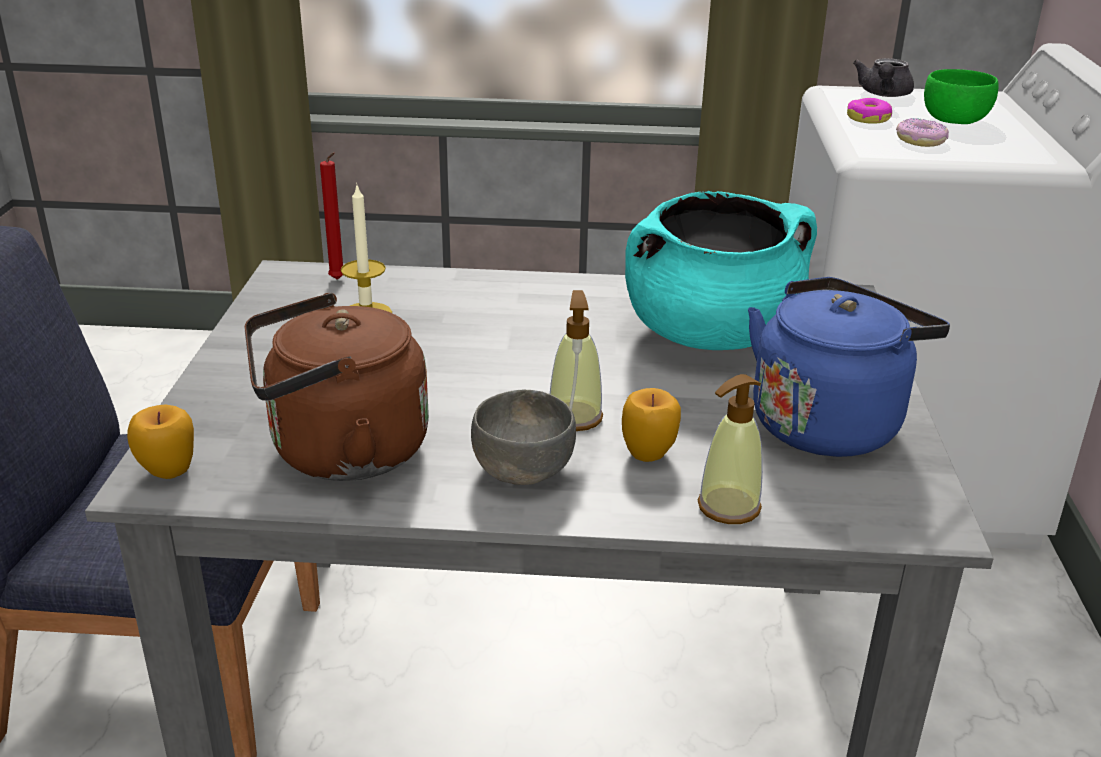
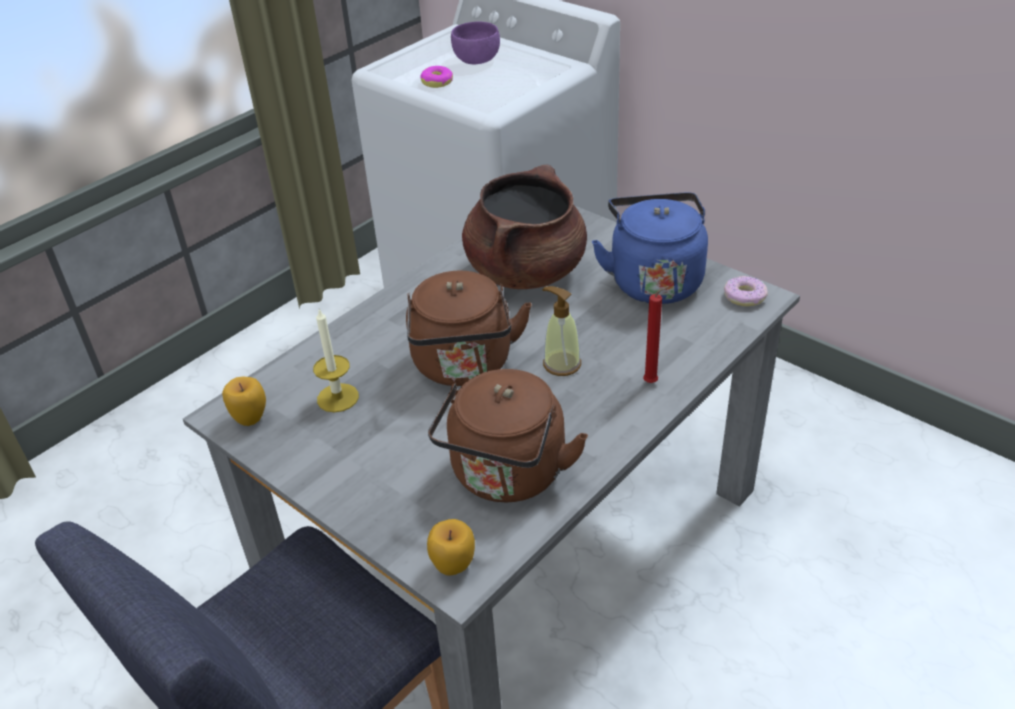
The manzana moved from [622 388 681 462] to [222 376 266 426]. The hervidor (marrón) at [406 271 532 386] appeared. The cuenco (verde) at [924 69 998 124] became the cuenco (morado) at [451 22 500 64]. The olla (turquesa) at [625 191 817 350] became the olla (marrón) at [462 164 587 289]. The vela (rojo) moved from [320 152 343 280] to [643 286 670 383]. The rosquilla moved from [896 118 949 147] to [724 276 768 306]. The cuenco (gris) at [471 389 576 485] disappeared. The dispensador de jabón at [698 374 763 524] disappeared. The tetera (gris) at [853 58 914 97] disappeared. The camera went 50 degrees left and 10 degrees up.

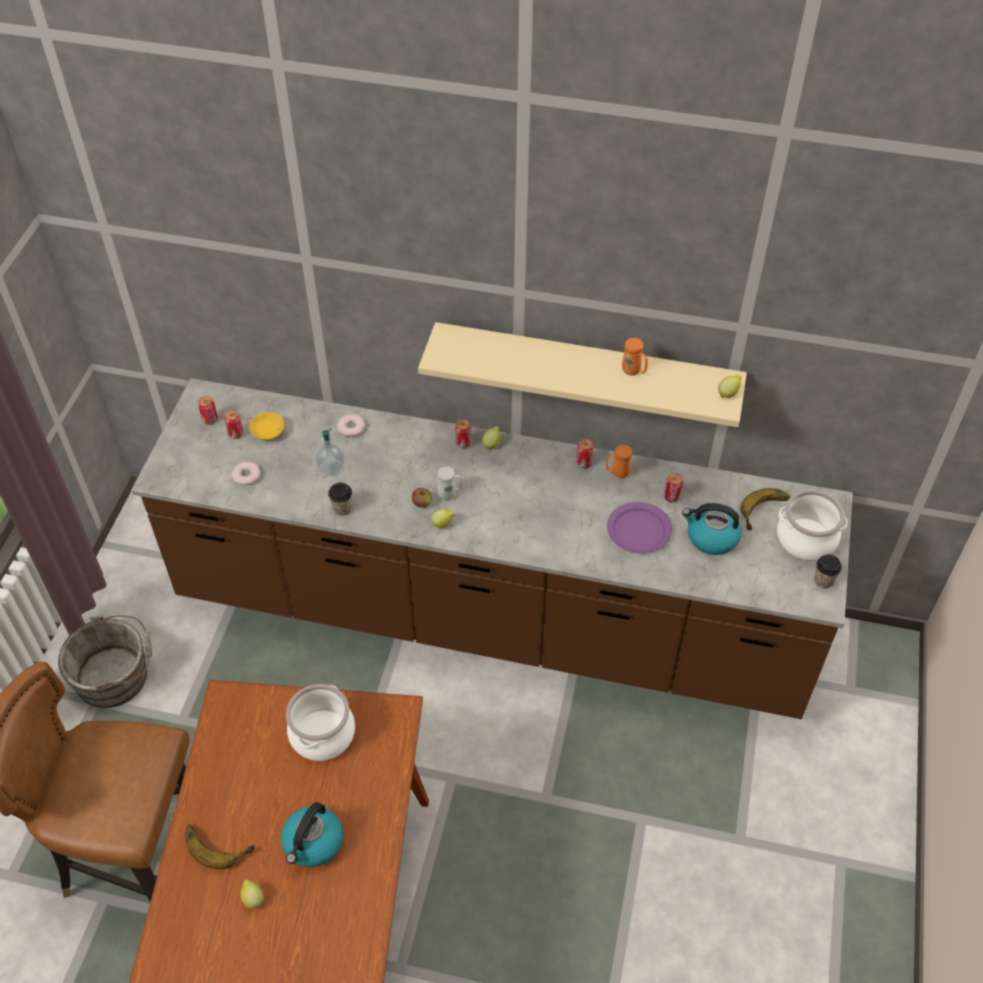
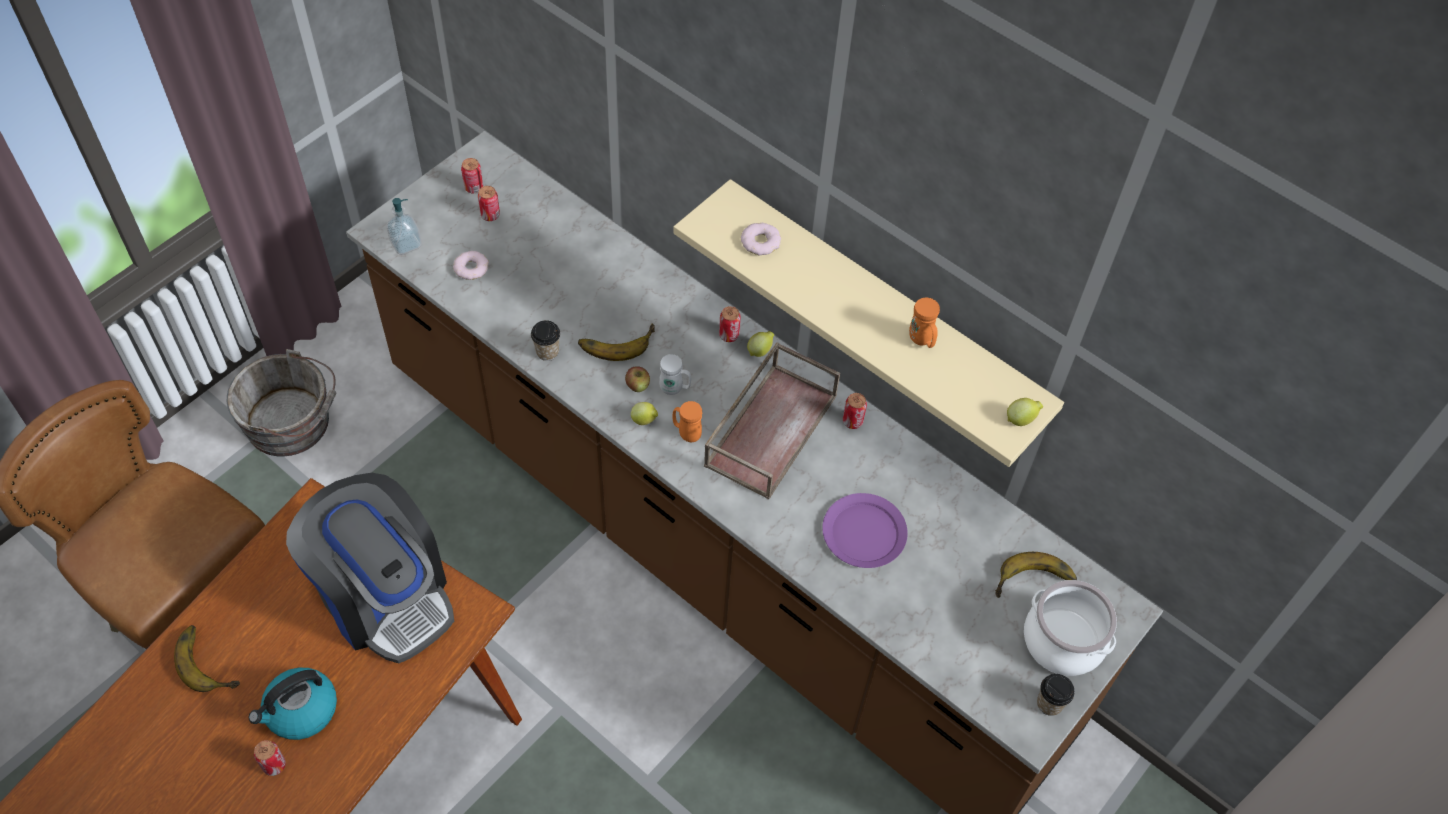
The lata moved from [664 473 683 503] to [254 740 286 776]. The olla at [286 684 355 761] was replaced by the cafetera at [286 473 454 663]. The dispensador de jabón moved from [315 428 345 476] to [386 198 422 255]. The plátano at [578 324 655 361] appeared. The taza grande (naranja) moved from [606 445 632 478] to [673 401 702 442]. The bandeja (marrón) at [704 342 840 500] appeared. The rosquilla moved from [337 414 365 437] to [741 223 781 255]. The limón at [240 879 264 909] disappeared. The cuenco (amarillo) at [249 412 284 440] disappeared. The hervidor at [682 503 742 555] disappeared. The camera went 25 degrees right and 5 degrees up.

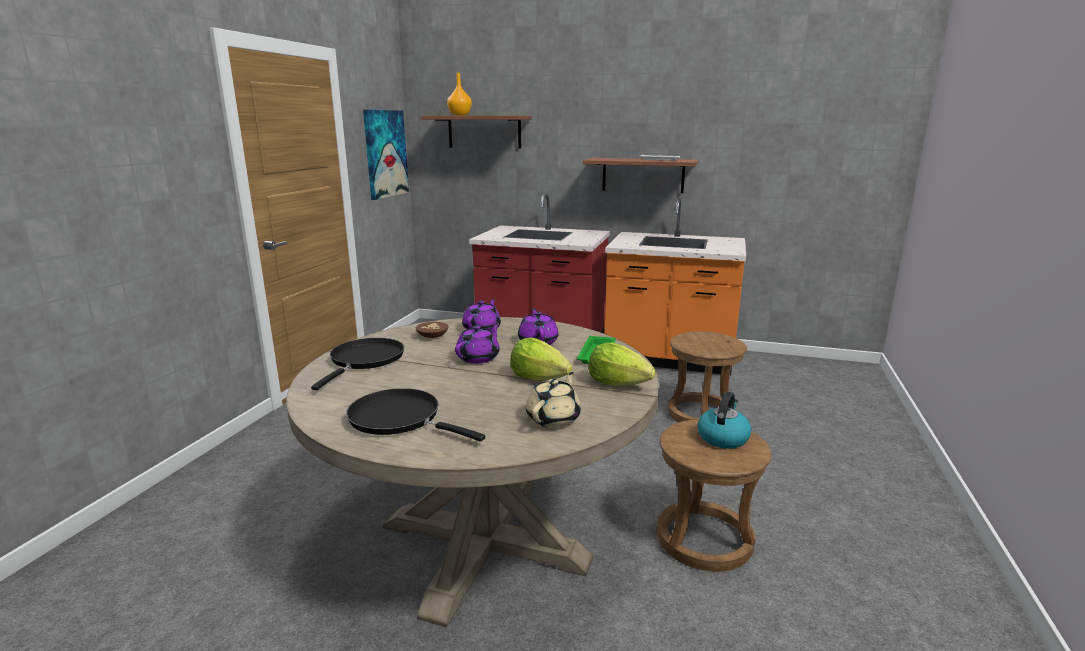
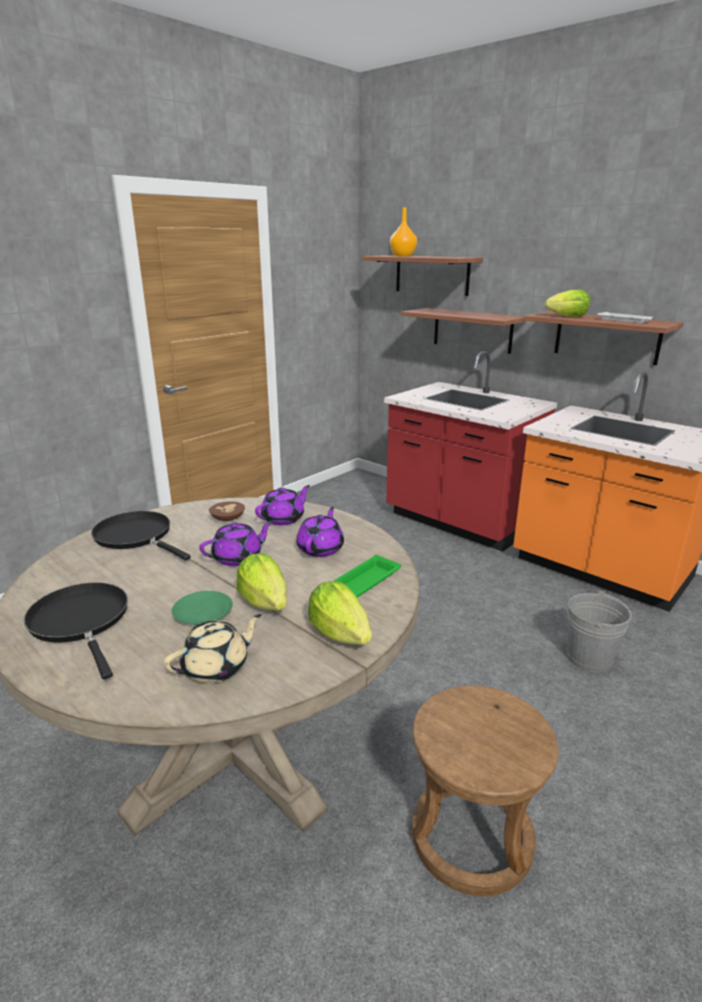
The sartén (negro) at [311 338 404 390] turned 90 degrees counterclockwise. The plato (verde) at [171 591 233 625] appeared. The estante at [401 308 526 354] appeared. The lechuga at [545 289 590 317] appeared. The taburete (marrón) at [668 331 747 423] was replaced by the cubo (gris) at [567 590 632 673]. The cuadro at [363 110 409 200] disappeared. The hervidor at [697 392 752 449] disappeared. The camera went 25 degrees right and 5 degrees up.

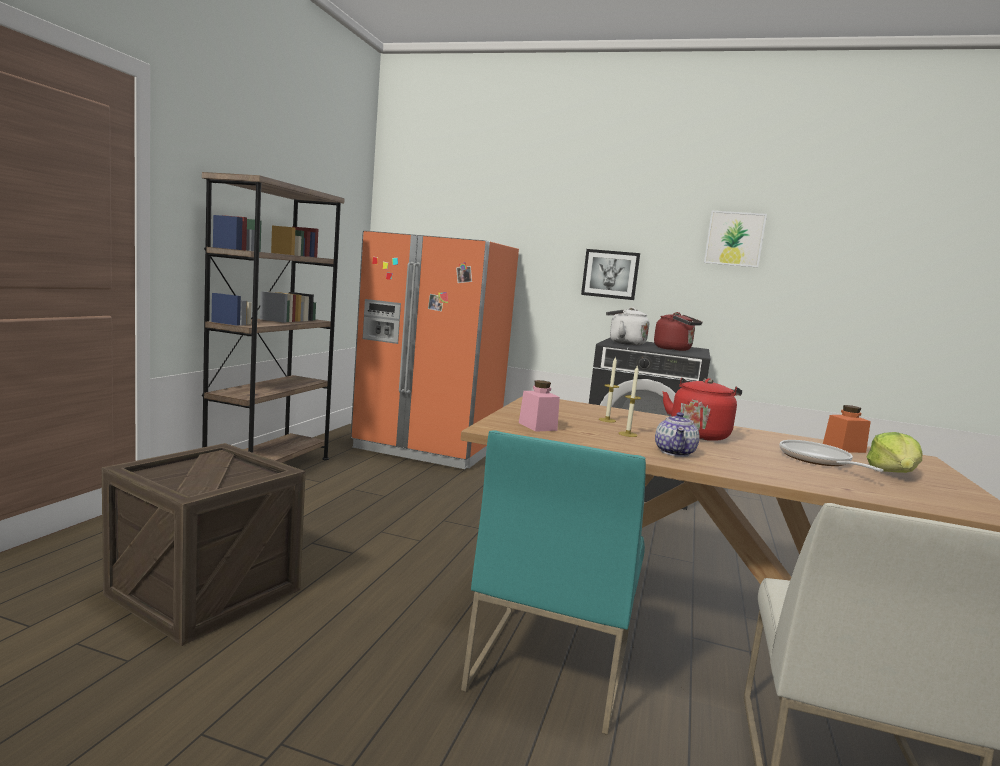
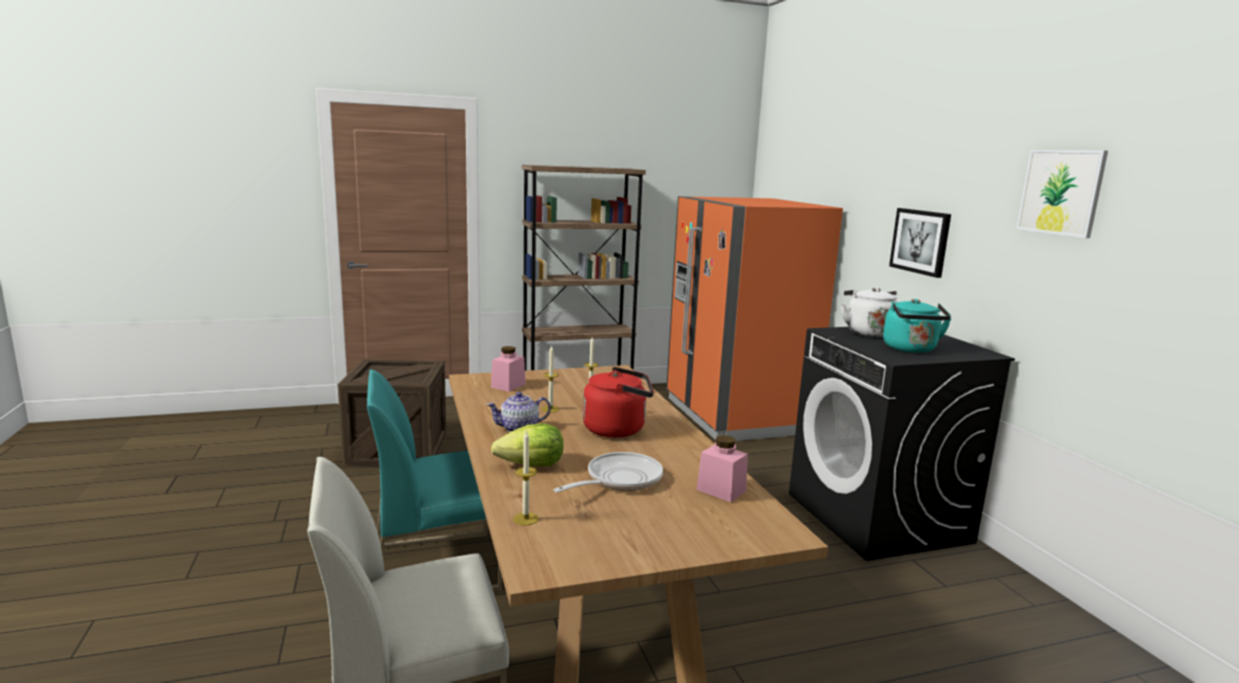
The lechuga moved from [867 432 922 473] to [491 423 564 466]. The vela at [513 430 538 526] appeared. The tarro (naranja) at [823 405 871 453] became the tarro (rosa) at [697 435 748 502]. The hervidor (rojo) at [654 312 703 351] became the hervidor (turquesa) at [883 299 951 353]. The camera went 55 degrees right and 5 degrees up.

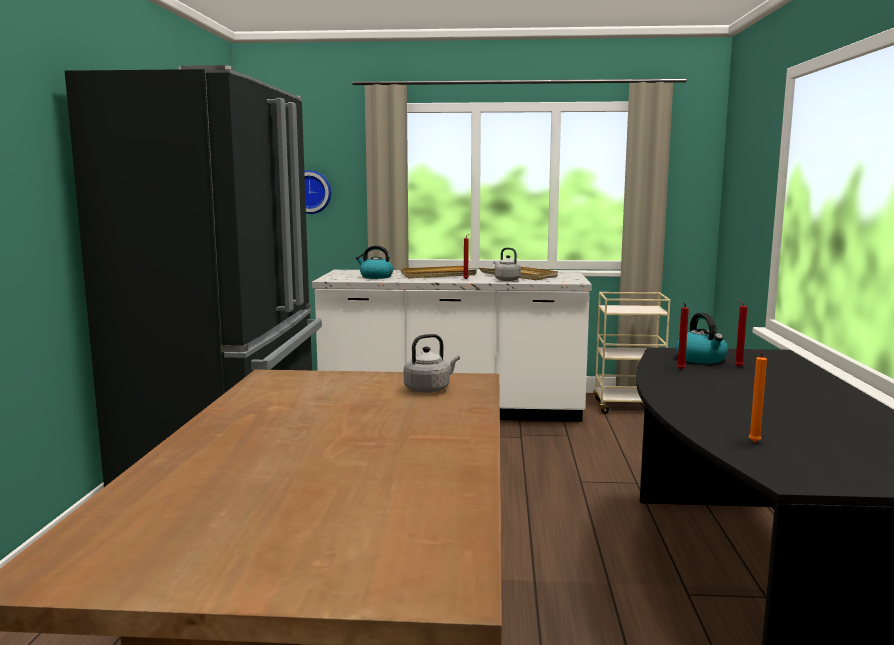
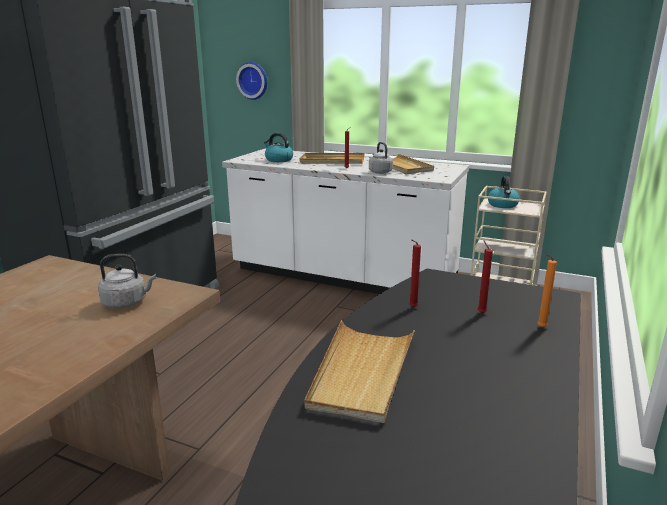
The bandeja (beis) at [305 320 415 423] appeared. The hervidor moved from [676 313 728 364] to [488 176 520 208]. The vela (naranja) moved from [749 350 767 443] to [537 254 557 327]. The camera went 20 degrees right and 10 degrees up.

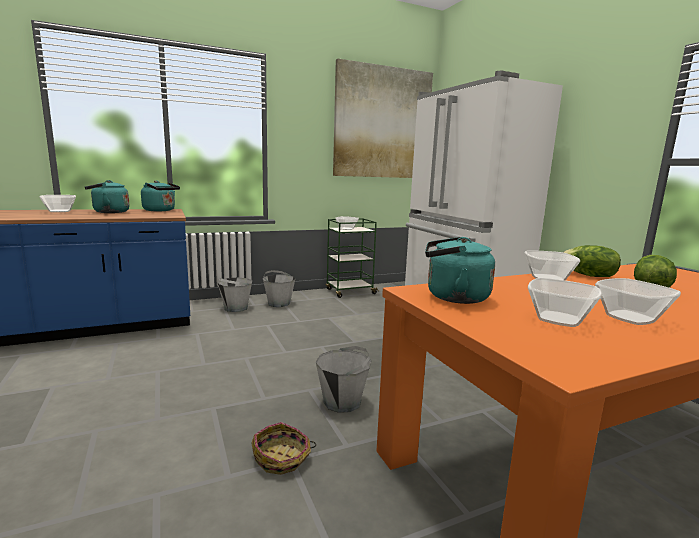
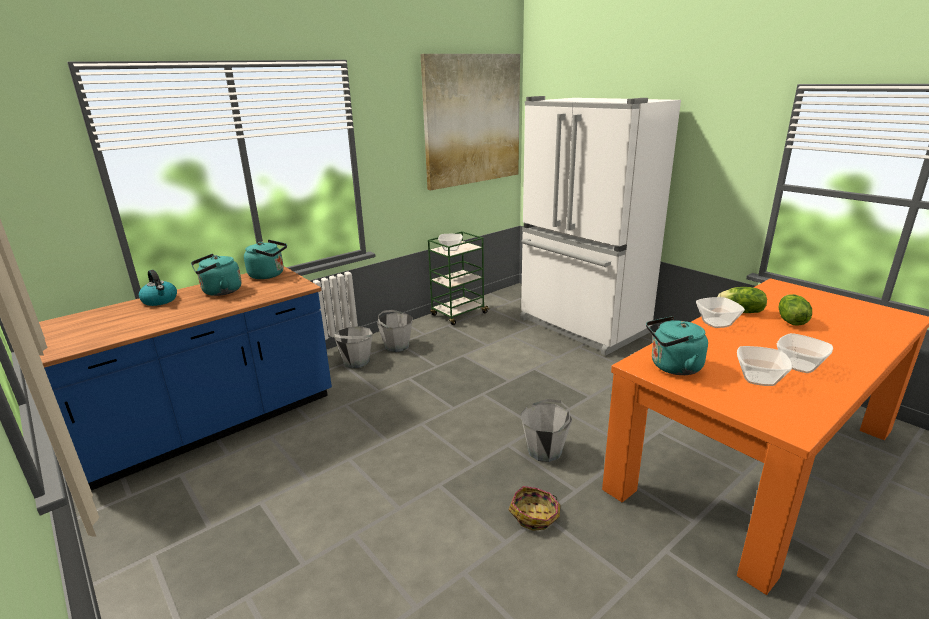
The cuenco at [39 195 76 212] was replaced by the hervidor at [139 270 177 306]. The camera went 15 degrees left and 10 degrees up.

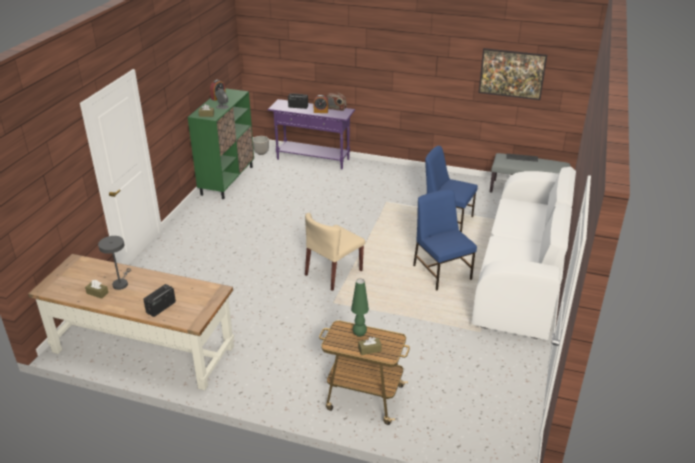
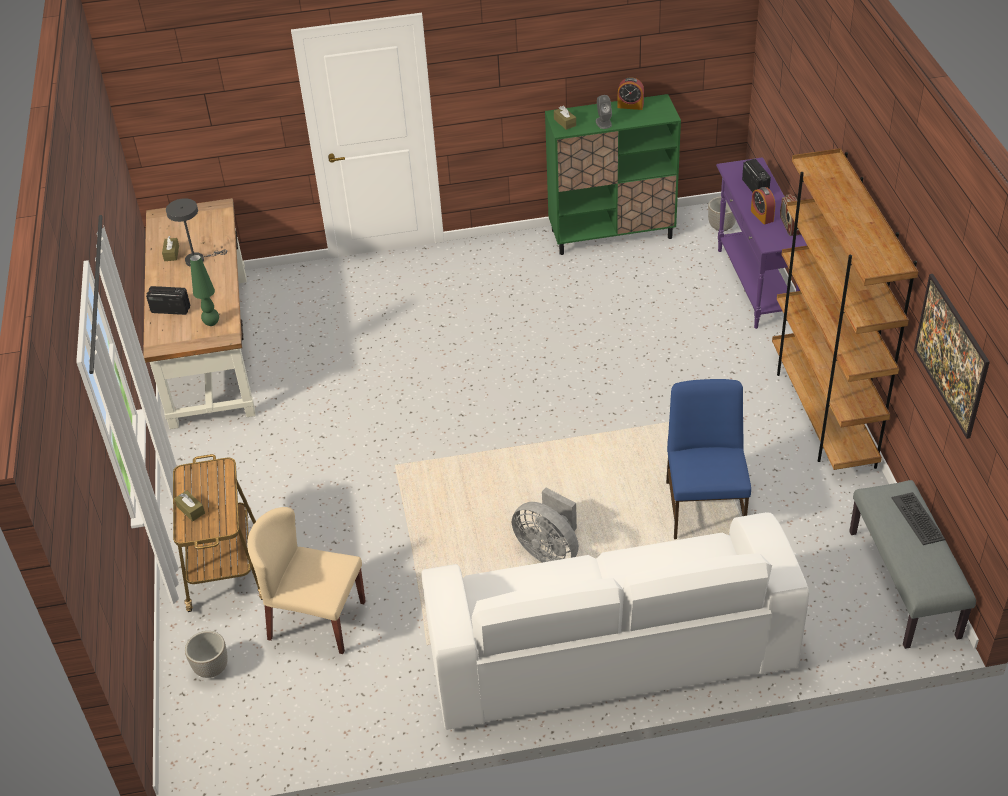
The maceta at [185 631 228 678] appeared. The lámpara de mesa (verde) moved from [351 279 369 337] to [190 254 219 326]. The silla (beis) moved from [305 213 365 291] to [247 507 366 654]. The silla (azul) at [413 189 477 291] was replaced by the ventilador (gris) at [512 488 579 563]. The estantería (marrón) at [772 148 918 470] appeared. The camera went 65 degrees right and 10 degrees up.

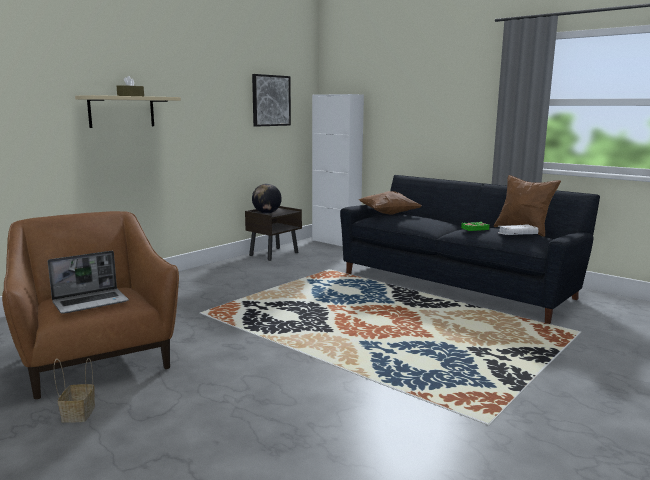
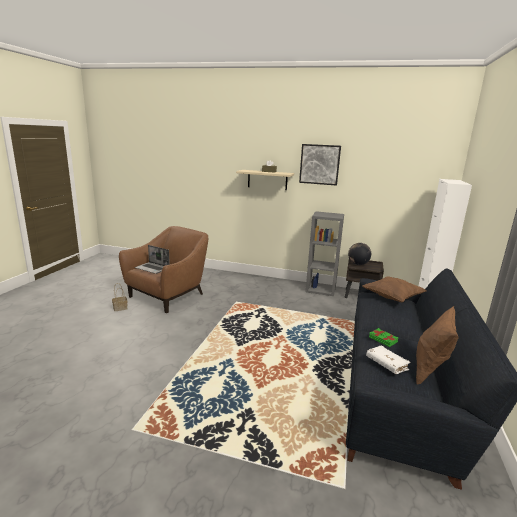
The cuadro moved from [252 74 291 127] to [299 144 341 186]. The estantería (gris) at [306 211 344 296] appeared. The camera went 65 degrees right and 5 degrees up.

